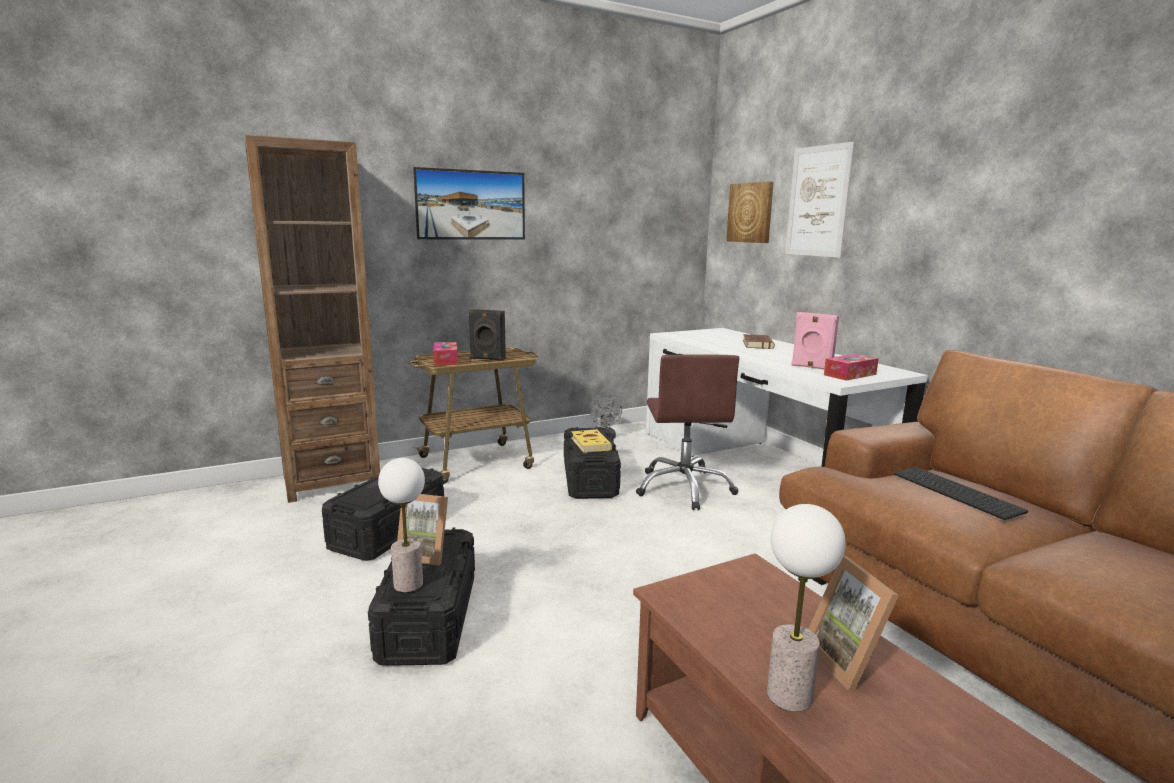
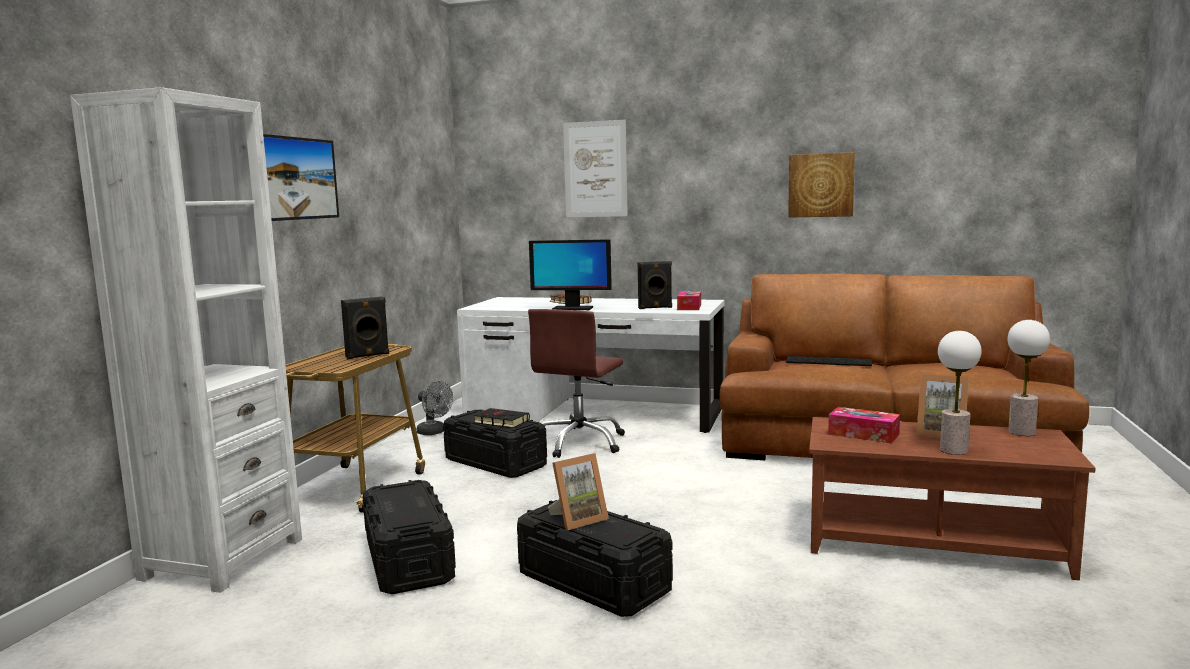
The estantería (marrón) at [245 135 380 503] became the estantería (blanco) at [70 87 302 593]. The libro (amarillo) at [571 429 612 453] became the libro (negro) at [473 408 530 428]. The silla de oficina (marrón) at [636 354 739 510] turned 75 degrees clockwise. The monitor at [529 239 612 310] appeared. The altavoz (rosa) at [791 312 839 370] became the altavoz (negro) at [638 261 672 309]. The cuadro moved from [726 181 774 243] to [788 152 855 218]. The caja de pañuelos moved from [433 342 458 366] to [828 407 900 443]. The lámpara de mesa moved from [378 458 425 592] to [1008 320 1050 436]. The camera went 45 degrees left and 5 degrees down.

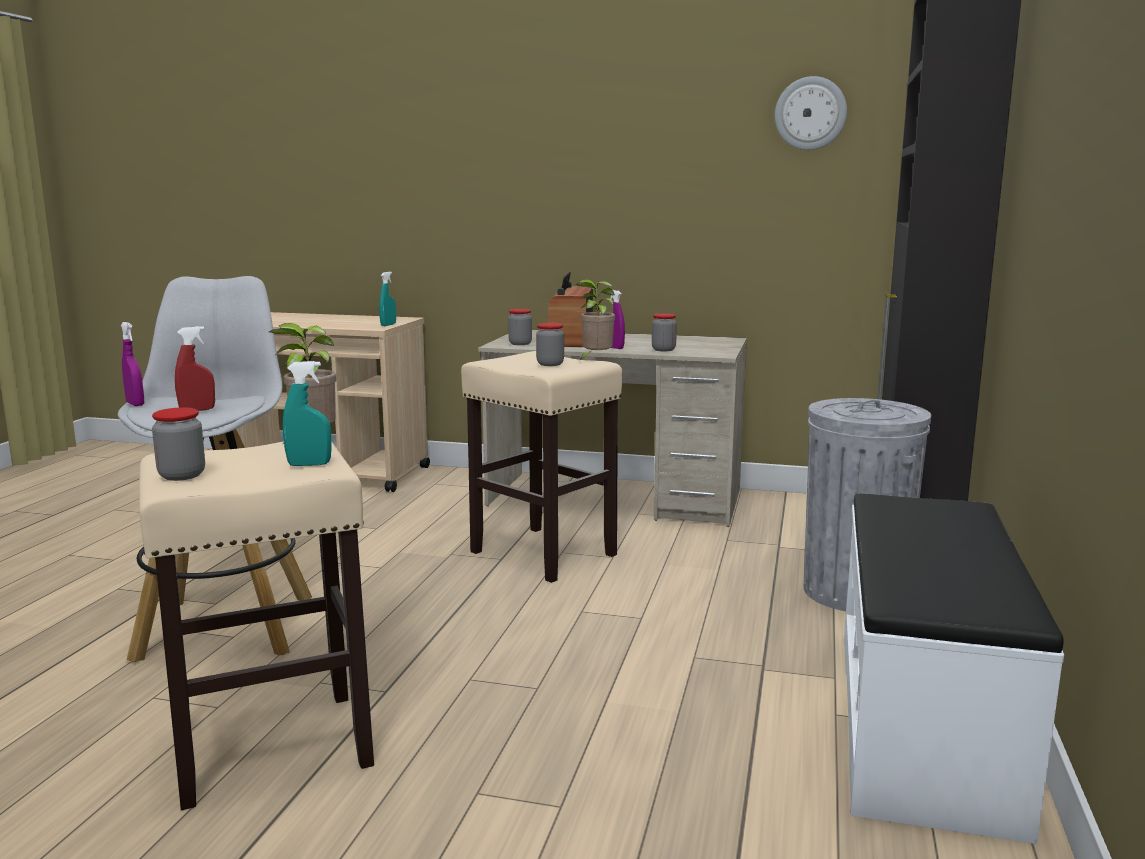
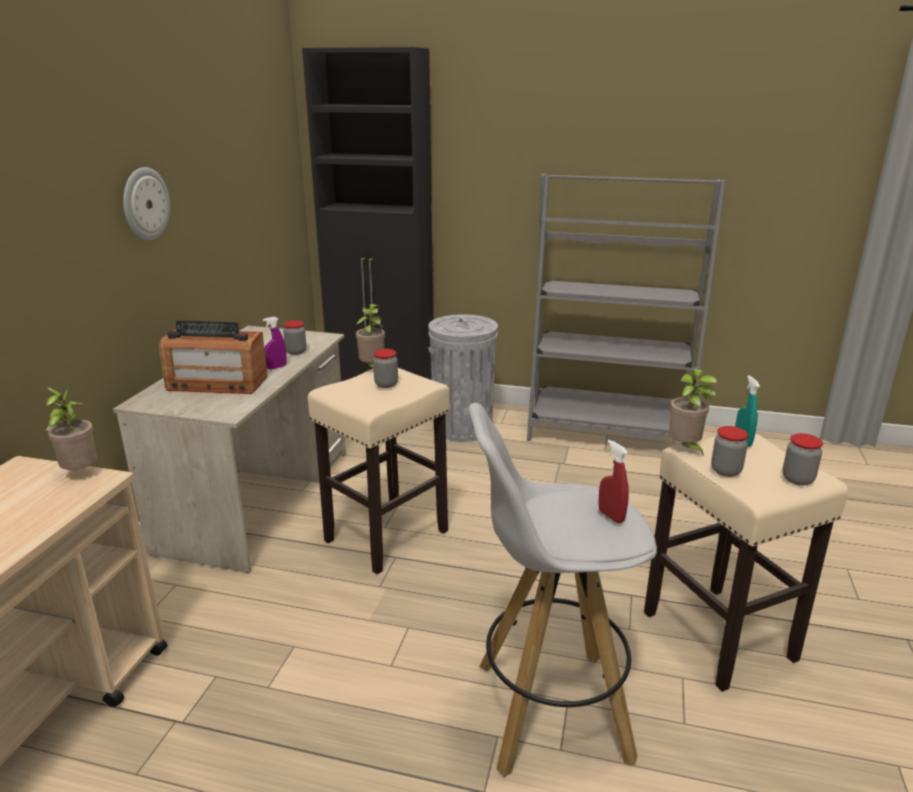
The pulverizador (turquesa) at [379 272 396 326] was replaced by the planta en maceta at [45 384 97 470]. The reloj de pared moved from [775 76 847 150] to [123 167 170 240]. The banco (blanco) at [844 494 1064 844] was replaced by the estantería (gris) at [527 174 726 441]. The tarro moved from [508 309 532 345] to [711 426 748 477]. The pulverizador (morado) at [121 322 144 406] disappeared. The camera went 90 degrees left and 10 degrees up.

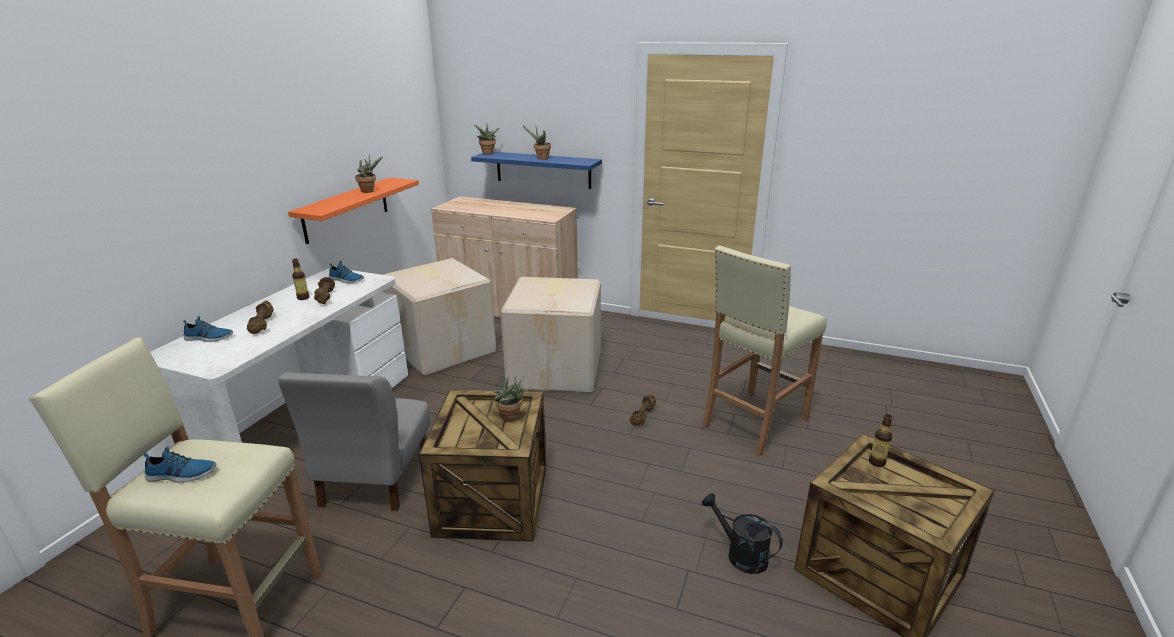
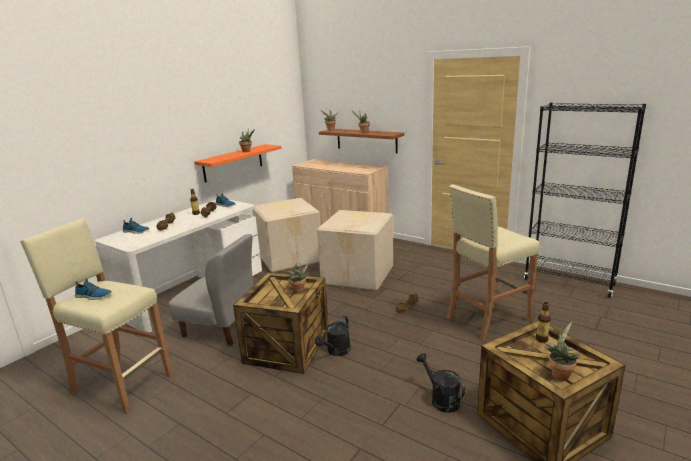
The silla (gris) at [278 372 431 511] turned 90 degrees counterclockwise. The regadera (negro) at [315 316 351 356] appeared. The estante (azul) at [471 152 602 189] became the estante (marrón) at [319 129 404 153]. The estantería (negro) at [524 102 646 298] appeared. The planta en maceta at [544 322 581 381] appeared. The camera went 15 degrees right and 5 degrees down.

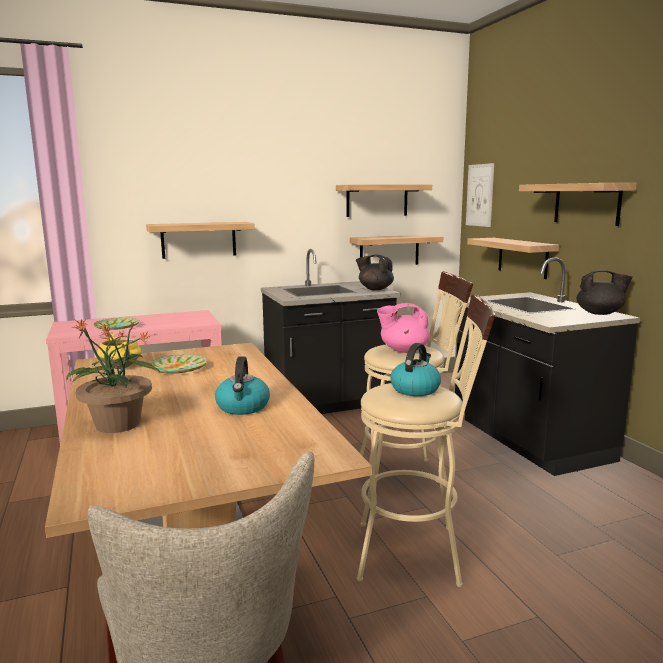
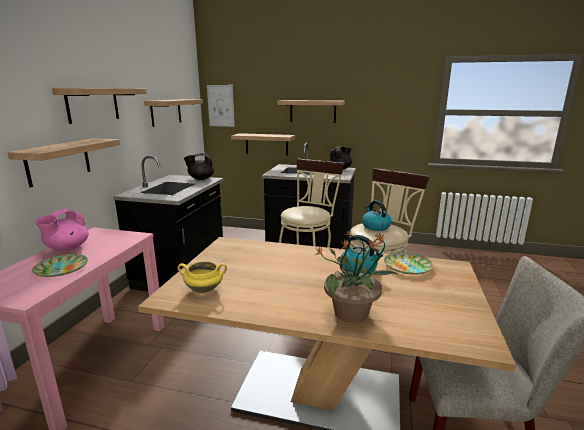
The tetera (rosa) moved from [377 303 430 353] to [35 209 89 251]. The estante moved from [350 235 443 265] to [52 88 147 124]. The plato moved from [150 355 207 374] to [384 252 433 274]. The camera went 55 degrees left and 5 degrees up.

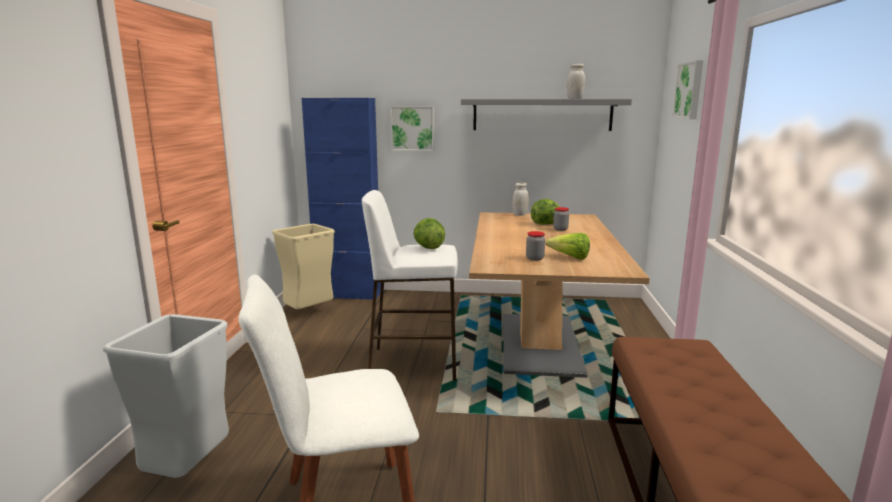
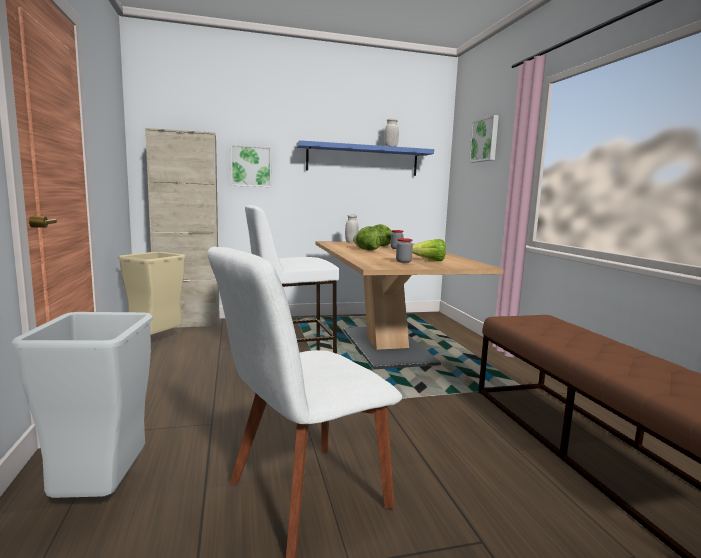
The armario (azul) at [302 98 381 300] became the armario (beis) at [145 128 220 328]. The estante (gris) at [461 99 632 131] became the estante (azul) at [296 140 434 176]. The lechuga moved from [413 218 445 249] to [353 226 382 250]. The camera went 20 degrees left and 5 degrees down.

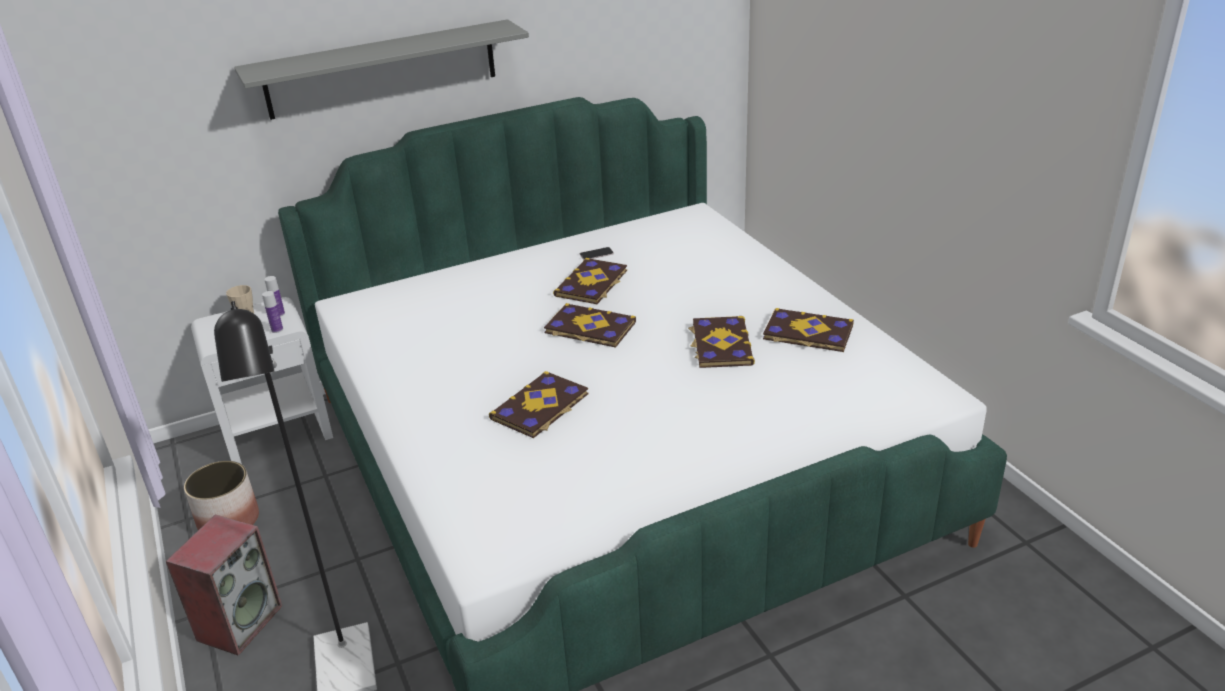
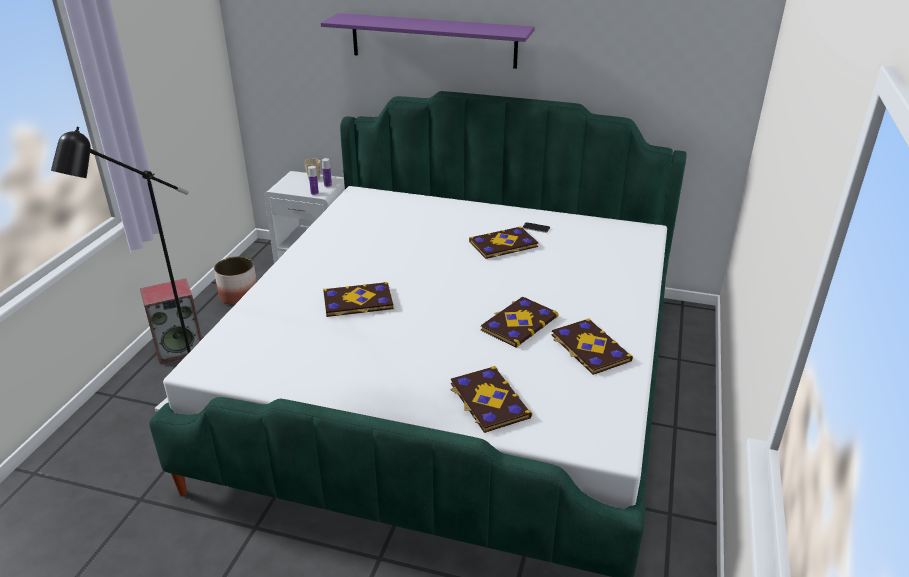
The estante (gris) at [234 19 529 120] became the estante (morado) at [321 13 535 69]. The libro moved from [544 303 636 348] to [450 366 532 433]. The camera went 40 degrees right and 0 degrees up.

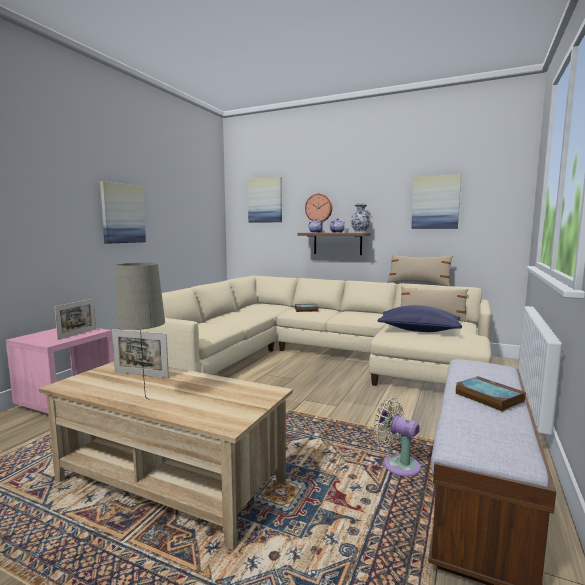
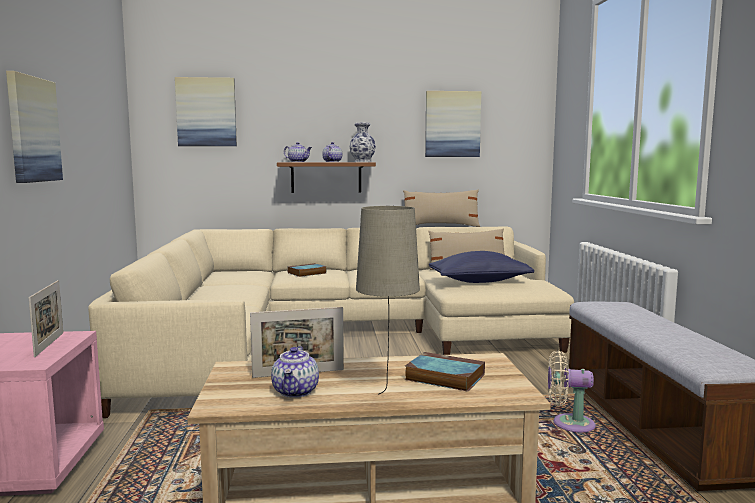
The tetera at [271 346 319 398] appeared. The libro moved from [455 376 526 412] to [405 352 485 391]. The reloj de pared at [305 194 332 222] disappeared. The camera went 30 degrees left and 0 degrees up.

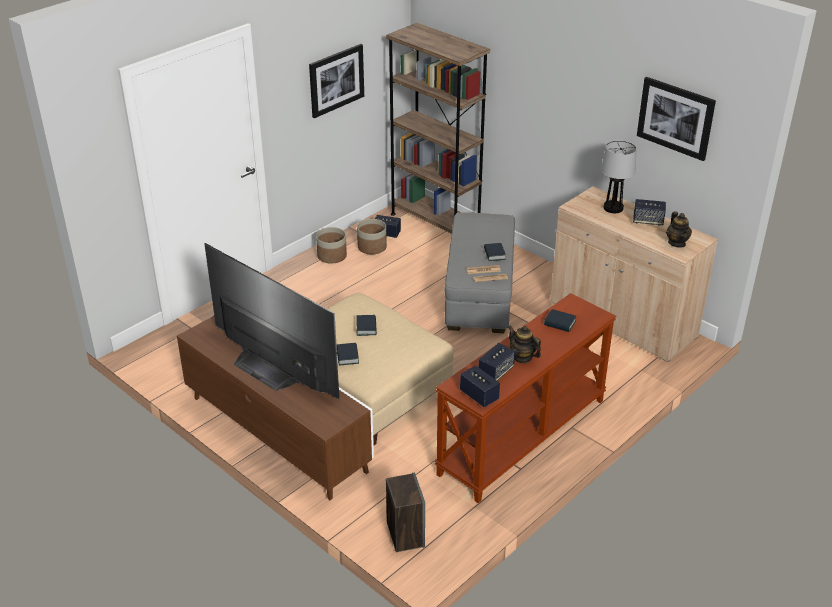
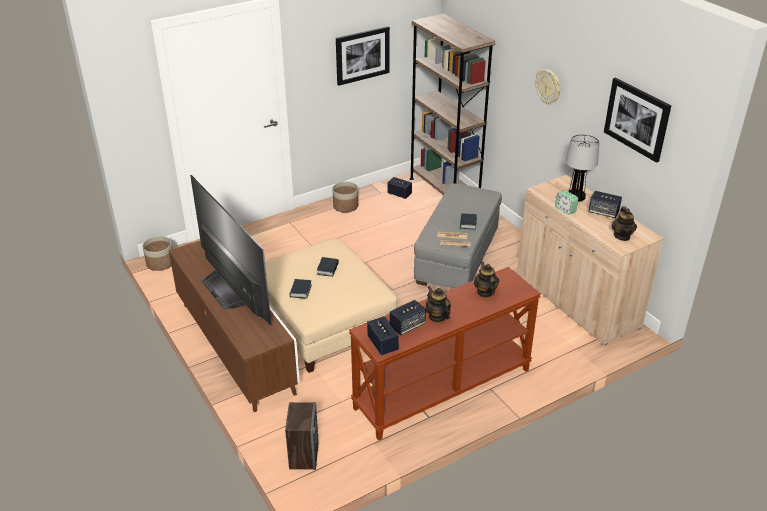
The maceta moved from [357 219 387 255] to [143 236 172 271]. The libro at [544 309 576 332] was replaced by the tetera at [474 262 499 297]. The reloj de pared at [536 69 561 104] appeared. The despertador at [555 190 578 215] appeared. The camera went 15 degrees right and 0 degrees up.

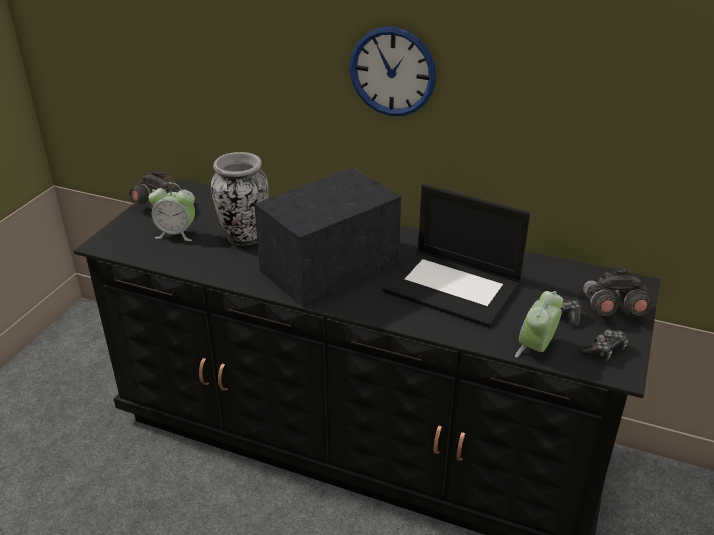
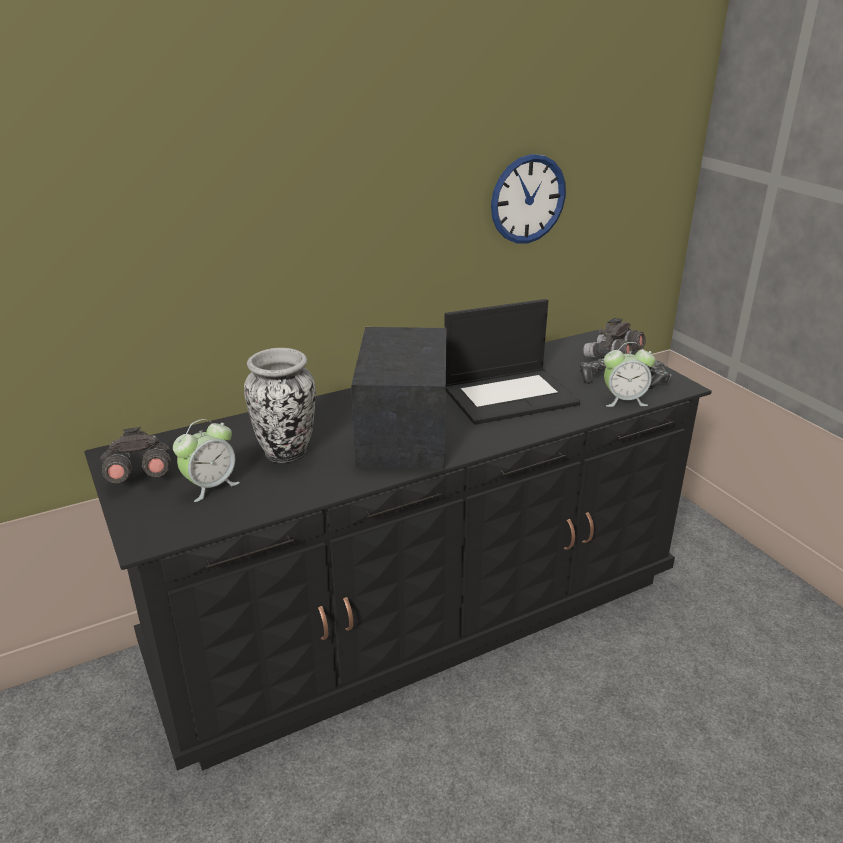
The reloj de pared moved from [349 27 437 116] to [491 154 566 244]. The despertador at [515 291 563 358] turned 75 degrees counterclockwise. The camera went 50 degrees left and 5 degrees down.

